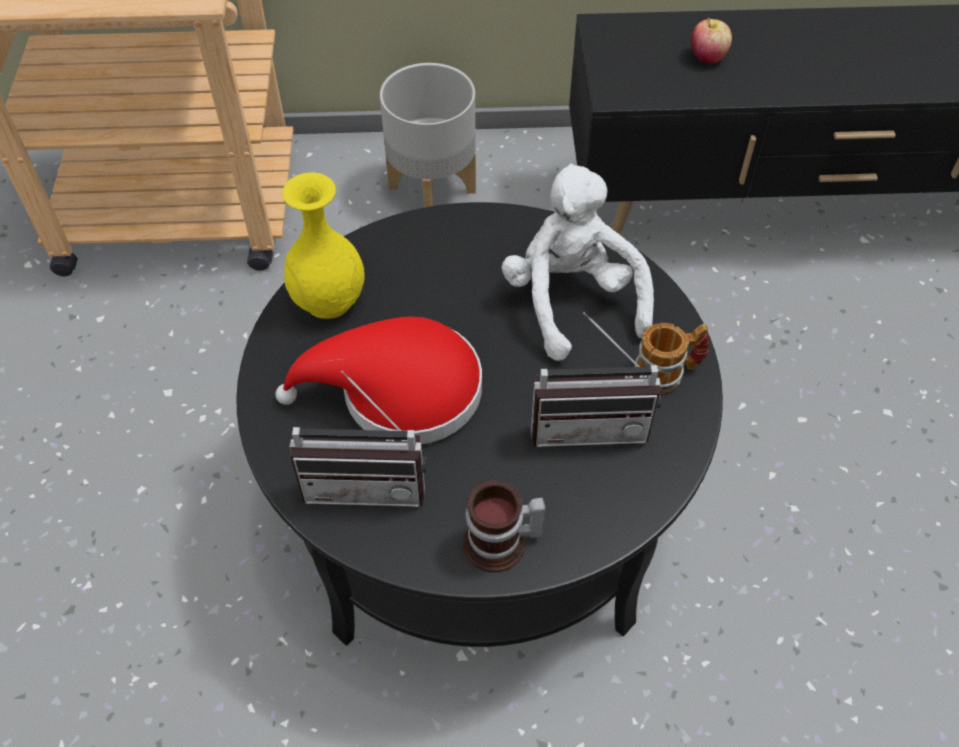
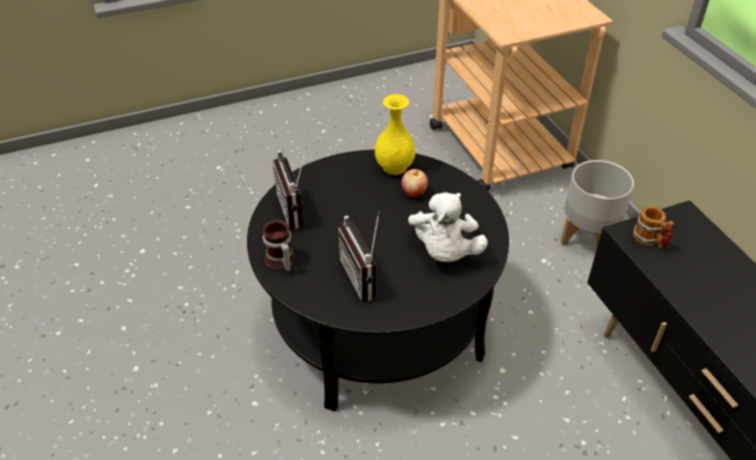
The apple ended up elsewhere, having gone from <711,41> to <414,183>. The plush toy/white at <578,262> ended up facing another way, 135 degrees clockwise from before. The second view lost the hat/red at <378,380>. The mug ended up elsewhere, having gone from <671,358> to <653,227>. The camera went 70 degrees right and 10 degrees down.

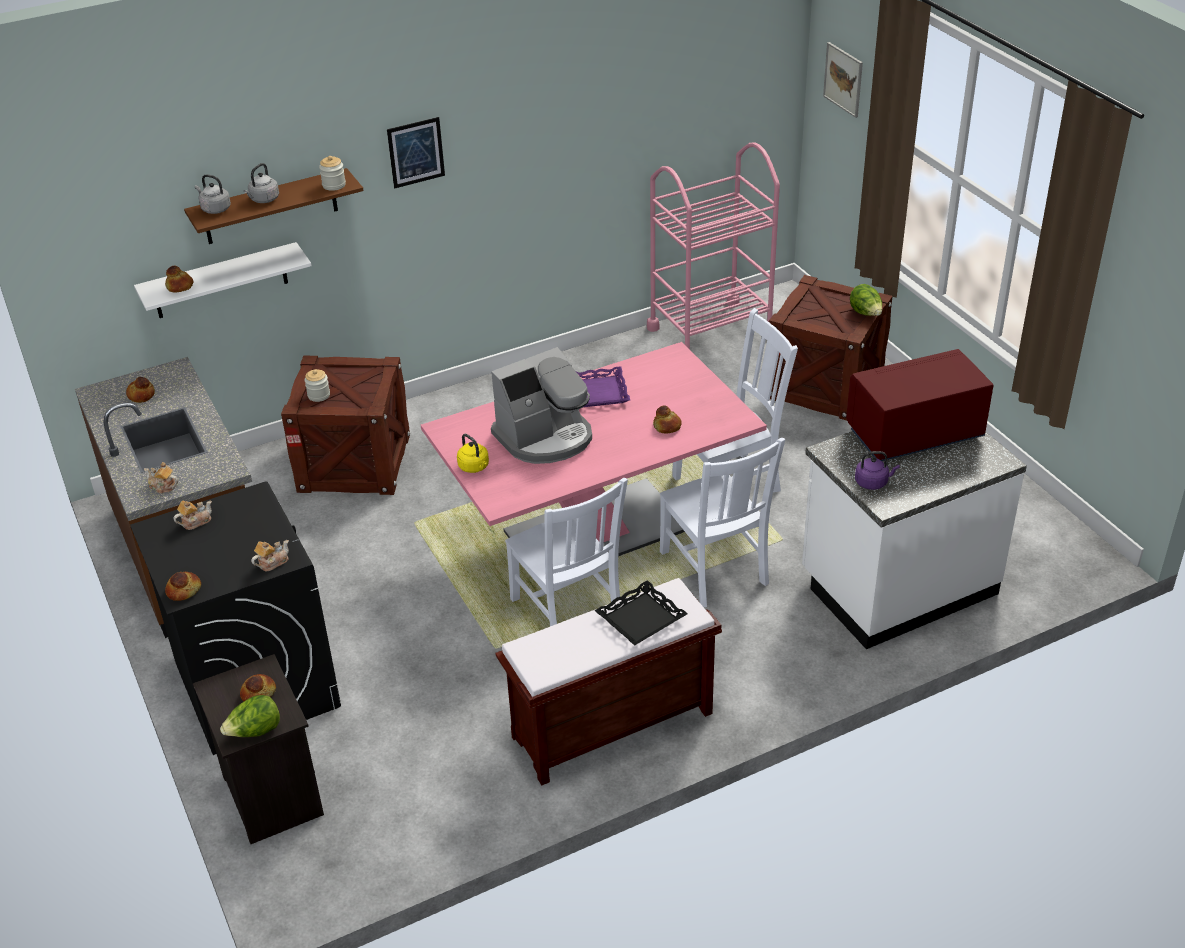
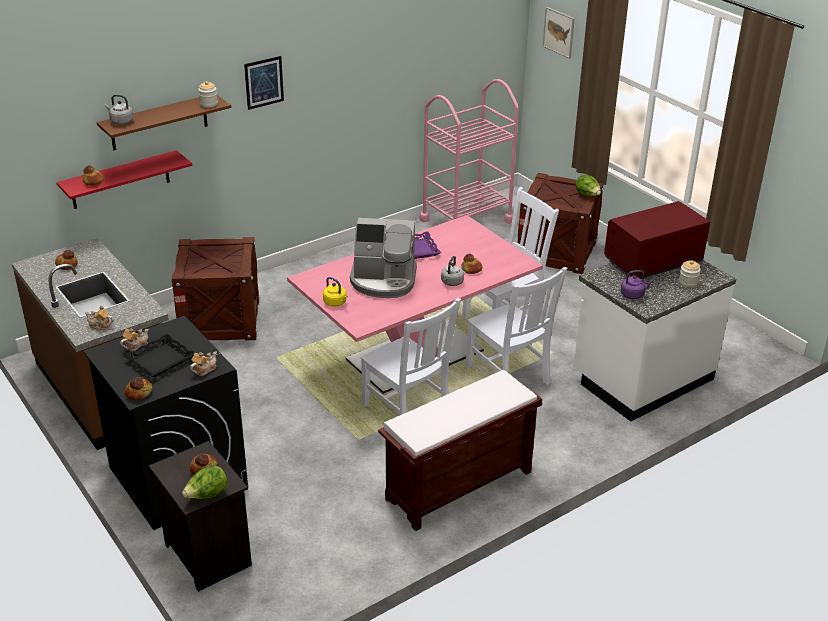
The kettle/grey ended up elsewhere, having gone from <261,183> to <452,271>. What was the shelf/white at <223,280> turned into the shelf/red at <124,179>. The coffee machine at <541,405> ended up facing another way, 45 degrees clockwise from before. The jar ended up elsewhere, having gone from <317,385> to <690,274>. The tray/black ended up elsewhere, having gone from <641,613> to <159,355>. The camera went 10 degrees left and 5 degrees down.

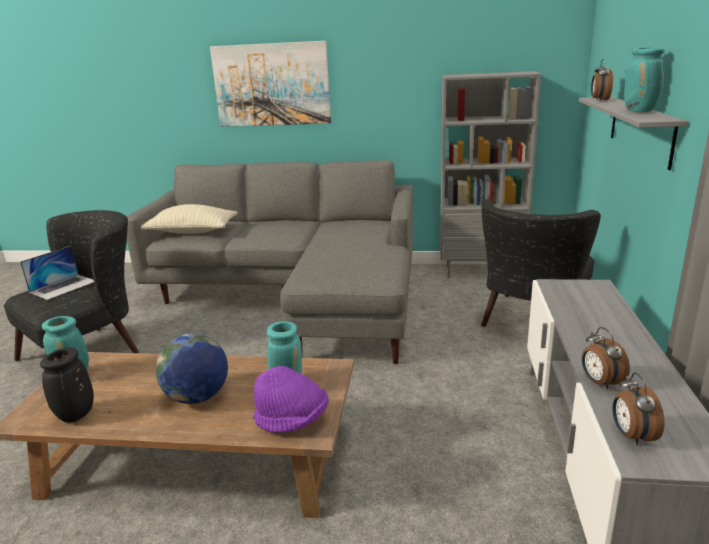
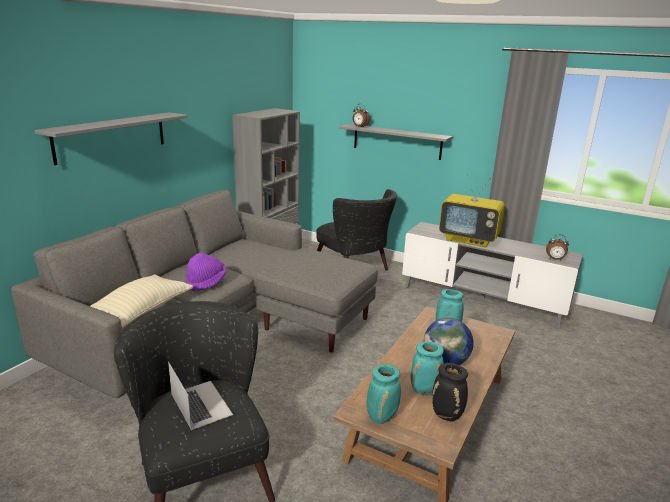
Where the picture hung at <270,84>, the shelf/grey came to hang at <111,138>. The vase/turquoise ended up elsewhere, having gone from <644,80> to <427,368>. The second view lost the alarm clock at <606,358>. The hat/purple ended up elsewhere, having gone from <291,399> to <206,272>. The second view gained the television at <472,210>. The camera went 70 degrees left and 0 degrees up.

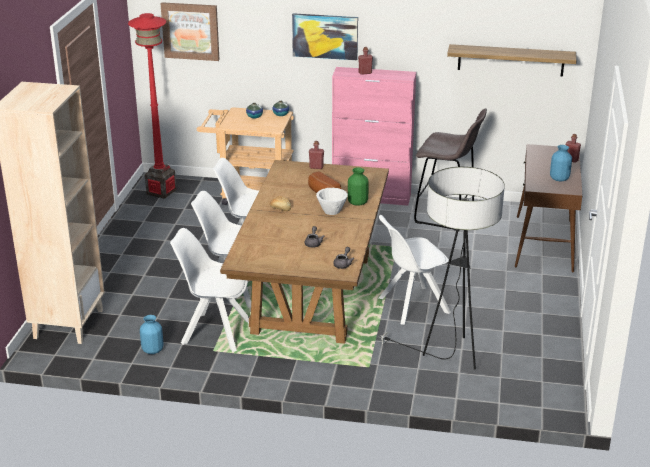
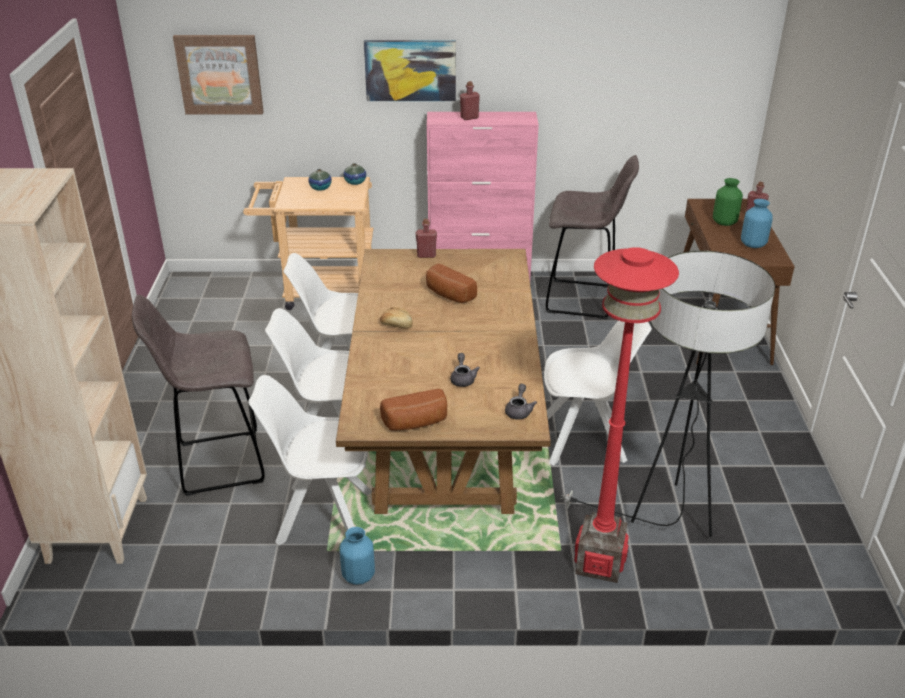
The floor lamp/red ended up elsewhere, having gone from <152,106> to <626,415>. The second view lost the shelf at <512,60>. The vase/green ended up elsewhere, having gone from <358,186> to <728,202>. The second view lost the bowl/white at <332,201>. The chair/white at <415,270> ended up facing another way, 150 degrees counterclockwise from before. The vase/blue ended up elsewhere, having gone from <151,334> to <357,556>. The second view gained the stool/grey at <198,395>. The second view gained the bread at <413,409>. The camera went 10 degrees left and 5 degrees up.

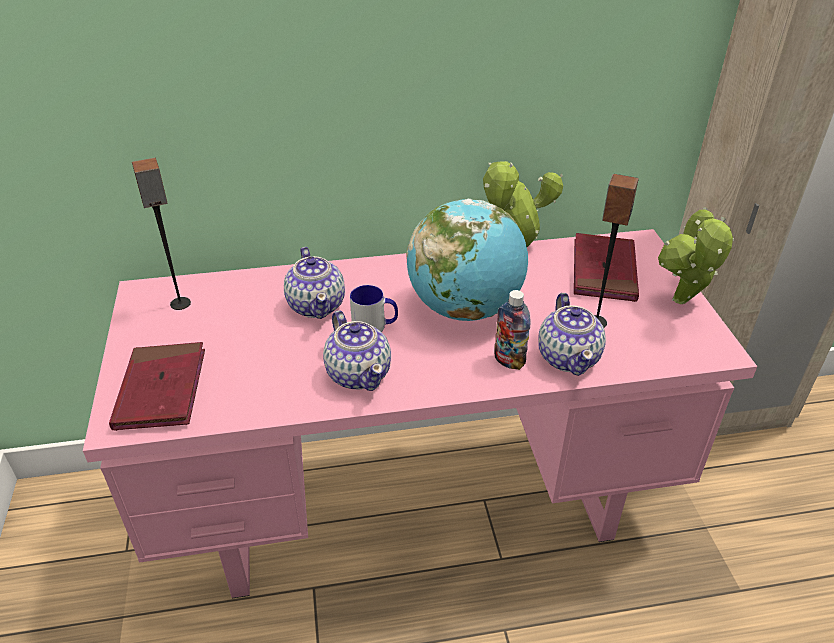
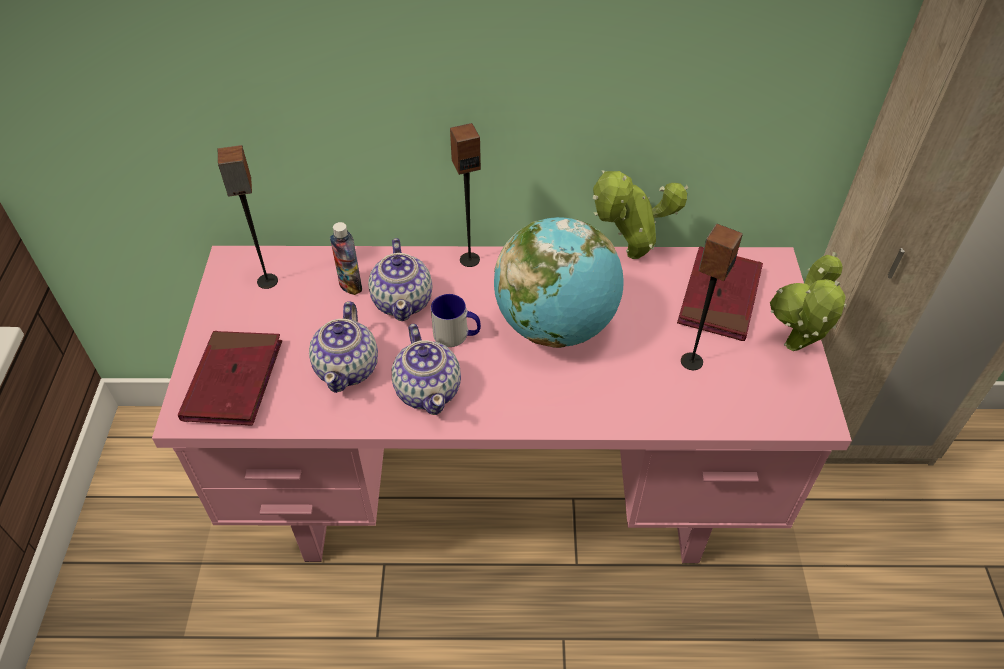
The bottle ended up elsewhere, having gone from <512,330> to <346,258>. The teapot ended up elsewhere, having gone from <572,334> to <343,347>. The second view gained the speaker at <465,195>. The camera went 10 degrees right and 10 degrees up.

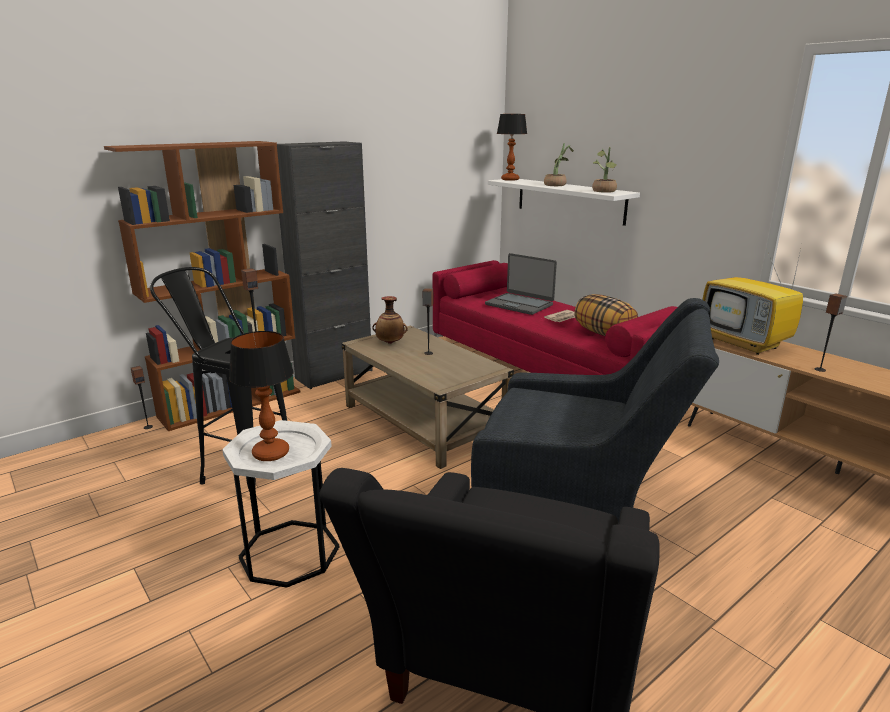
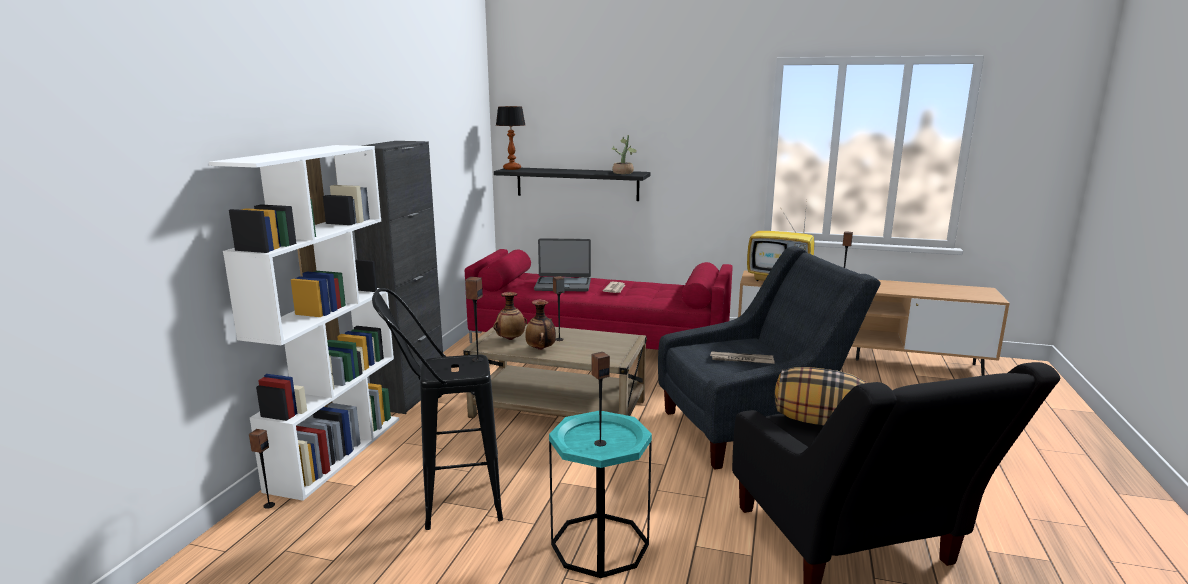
What was the bookcase/brown at <202,286> turned into the bookcase/white at <304,323>. The second view lost the potted plant at <559,164>. What was the shelf/white at <564,202> turned into the shelf/black at <572,184>. The pillow ended up elsewhere, having gone from <606,315> to <820,396>. Where the table lamp stood at <261,396>, the speaker came to stand at <600,399>. What was the side table/white at <280,504> turned into the side table/turquoise at <600,494>. The second view gained the vase at <540,325>. The second view gained the newspaper at <742,357>. The camera went 35 degrees left and 5 degrees down.

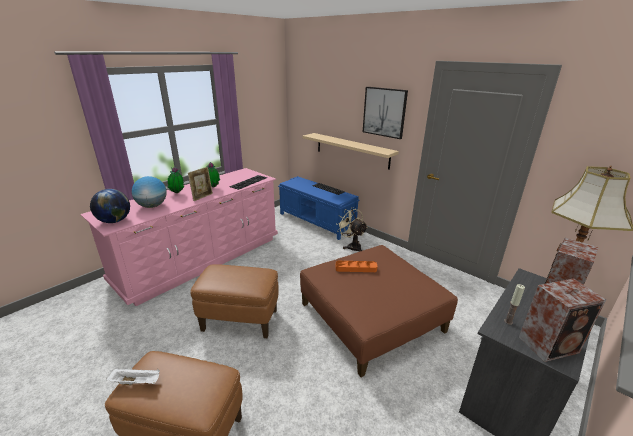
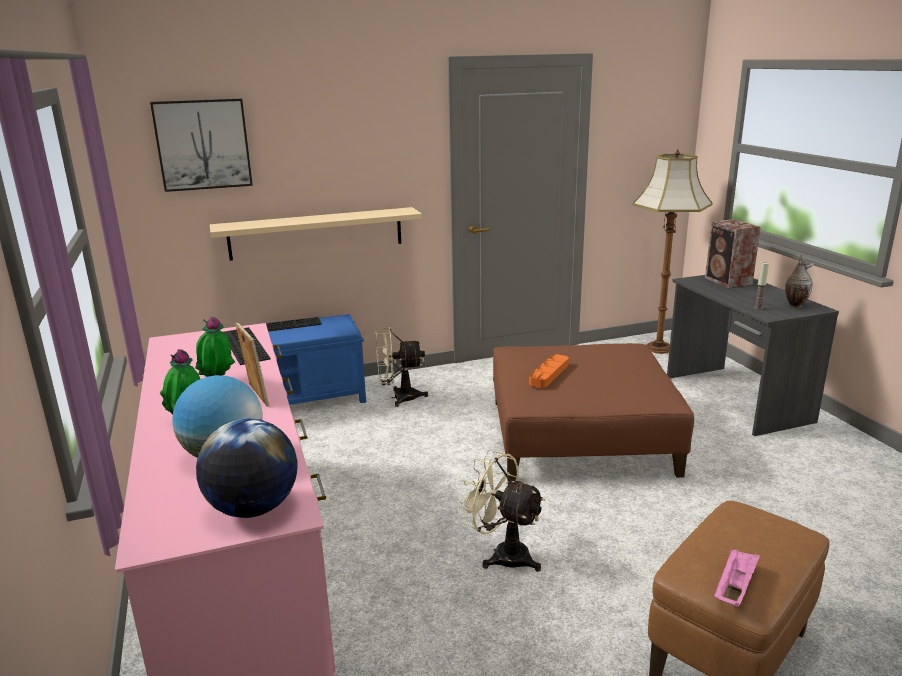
The picture ended up elsewhere, having gone from <385,113> to <201,145>. Where the ottoman/brown stood at <234,301>, the fan/beige came to stand at <501,510>. Where the speaker stood at <562,320>, the vase came to stand at <799,282>. What was the tray/white at <133,377> turned into the tray/pink at <737,577>. The camera went 60 degrees left and 5 degrees down.

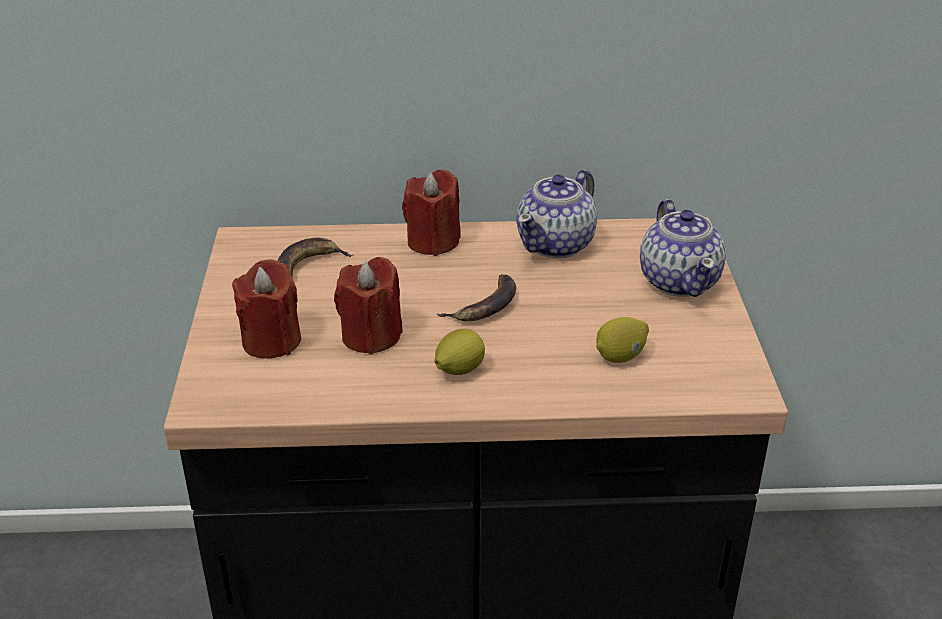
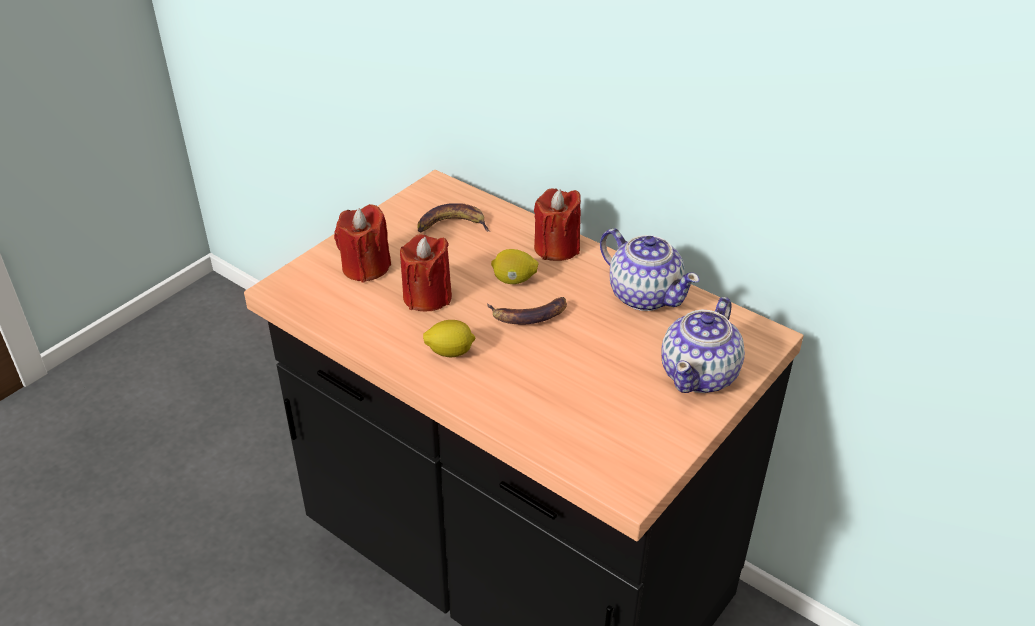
The teapot at <557,214> ended up facing another way, 120 degrees counterclockwise from before. The lemon ended up elsewhere, having gone from <622,340> to <514,266>. The camera went 40 degrees right and 5 degrees up.

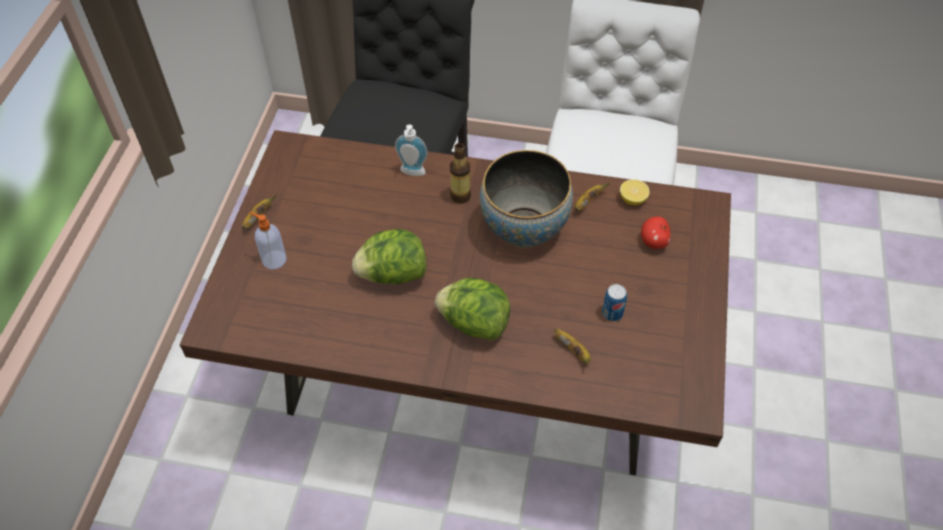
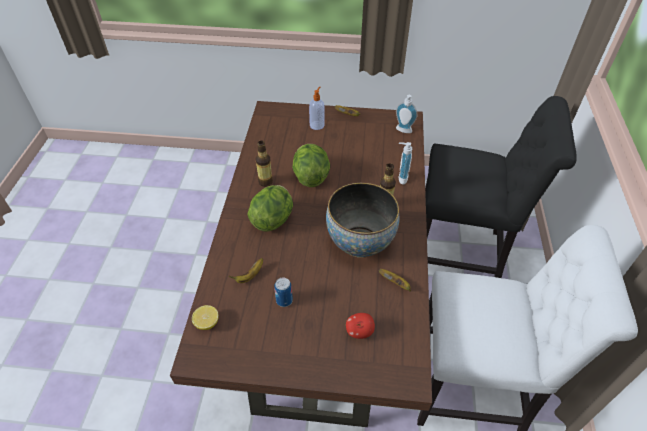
The lemon ended up elsewhere, having gone from <635,192> to <205,317>. The second view gained the soap dispenser at <406,114>. The second view gained the bottle at <264,164>. The camera went 85 degrees right and 5 degrees down.

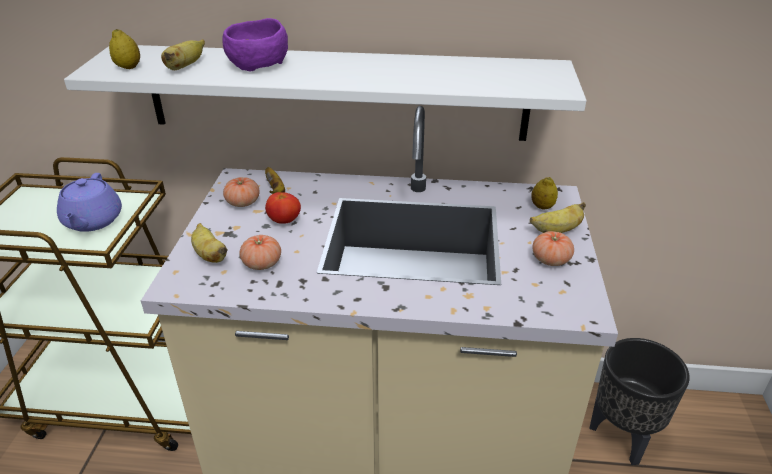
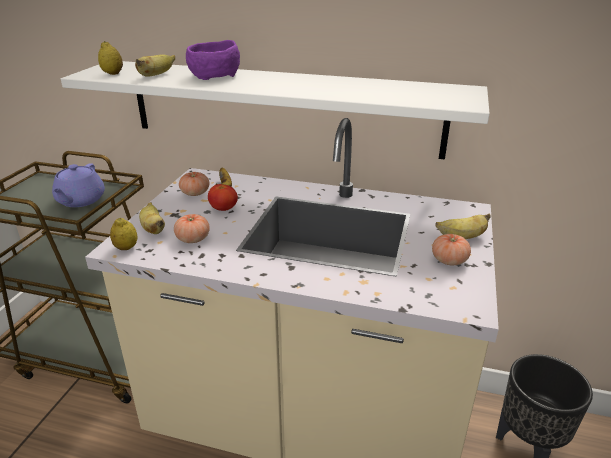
The lemon ended up elsewhere, having gone from <544,193> to <124,234>. The camera went 10 degrees right and 5 degrees down.

